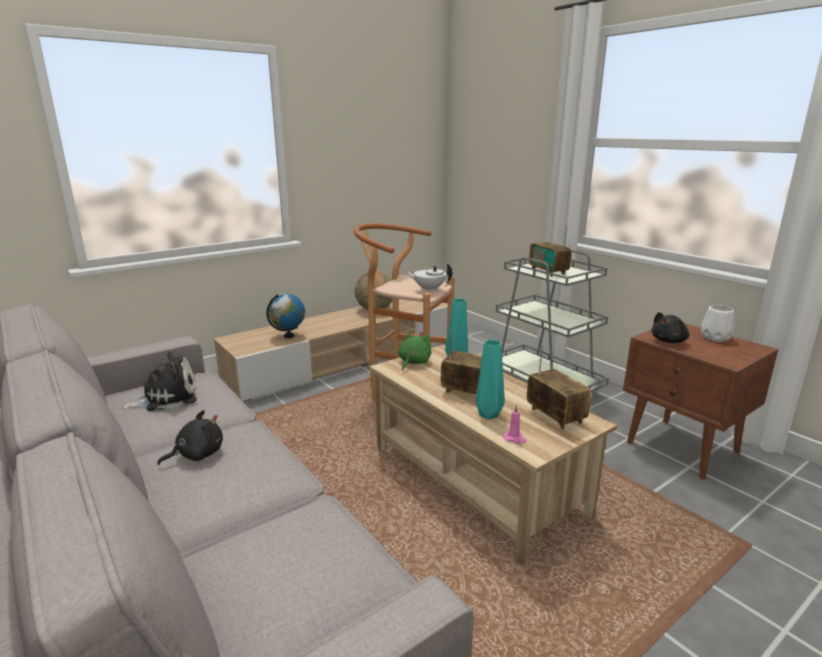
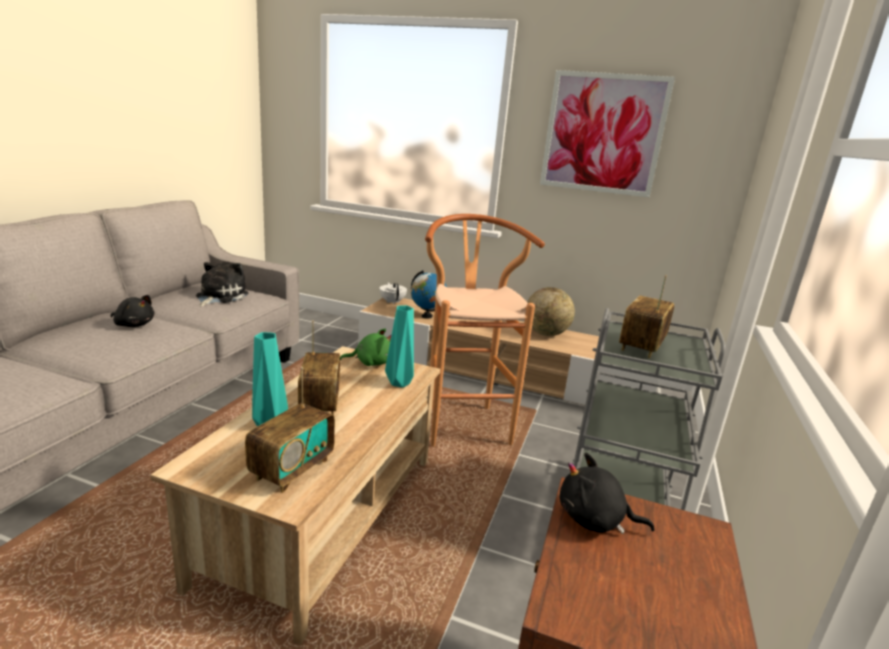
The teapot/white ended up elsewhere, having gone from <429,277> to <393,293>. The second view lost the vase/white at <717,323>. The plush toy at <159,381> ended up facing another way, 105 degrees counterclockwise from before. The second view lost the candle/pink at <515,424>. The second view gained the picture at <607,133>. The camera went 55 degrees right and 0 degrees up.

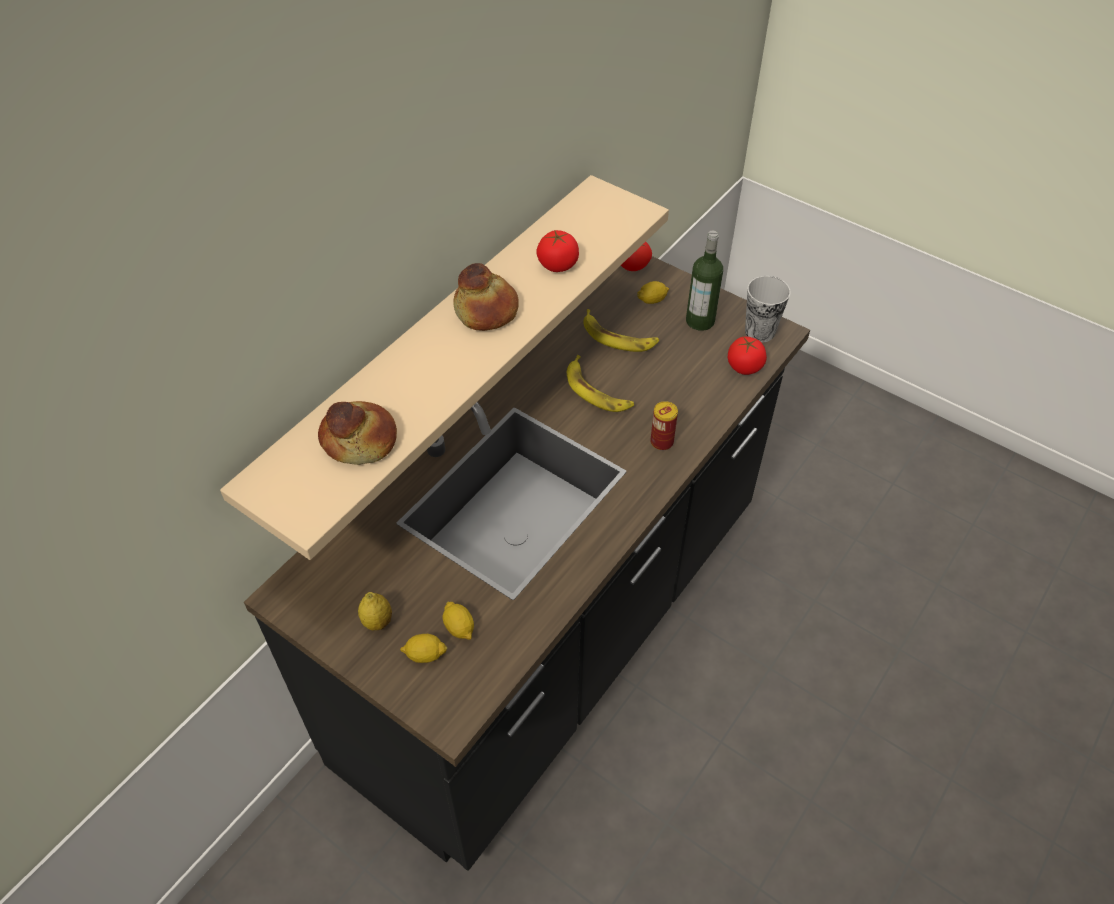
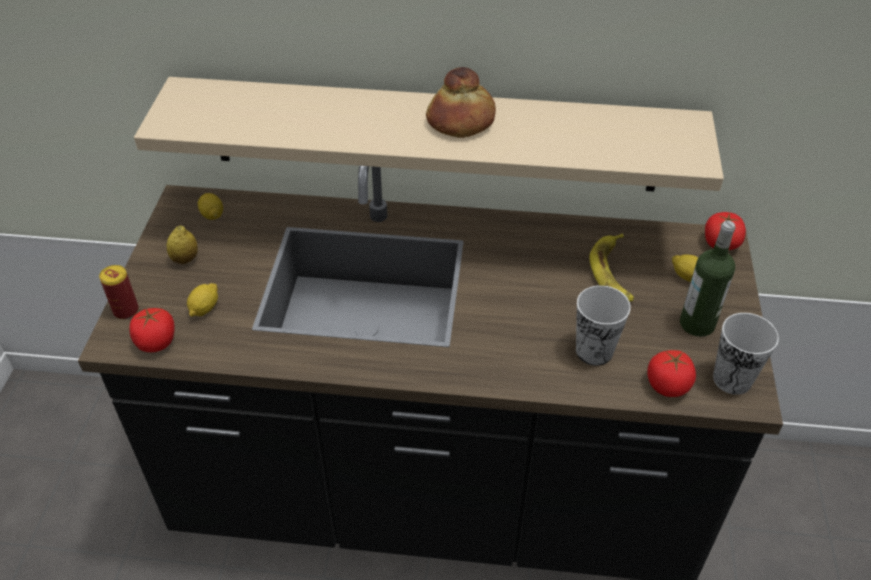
The tomato ended up elsewhere, having gone from <558,251> to <151,330>. The second view lost the banana at <600,383>. The second view lost the bread at <357,433>. The can ended up elsewhere, having gone from <664,426> to <119,292>. The lemon ended up elsewhere, having gone from <424,648> to <210,206>. The second view gained the cup at <603,325>. The camera went 60 degrees right and 5 degrees down.

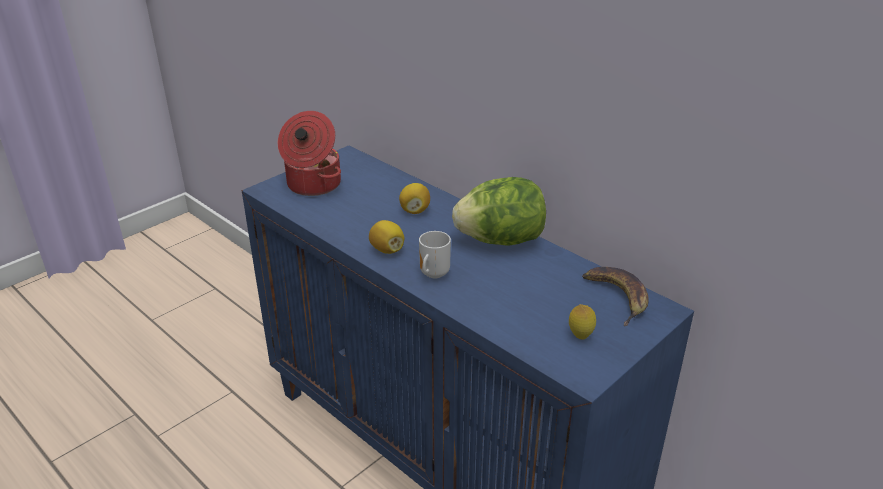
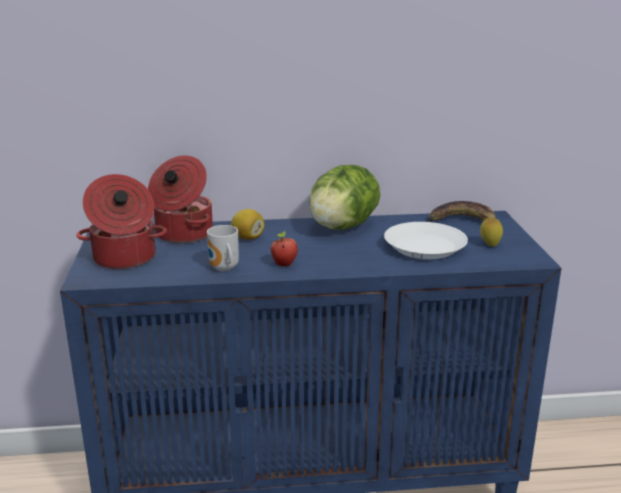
Where the lemon stood at <386,237>, the apple came to stand at <284,248>. The mug ended up elsewhere, having gone from <435,255> to <223,248>. The second view gained the cooking pot at <180,199>. The second view gained the plate/white at <426,240>. The camera went 50 degrees left and 10 degrees down.

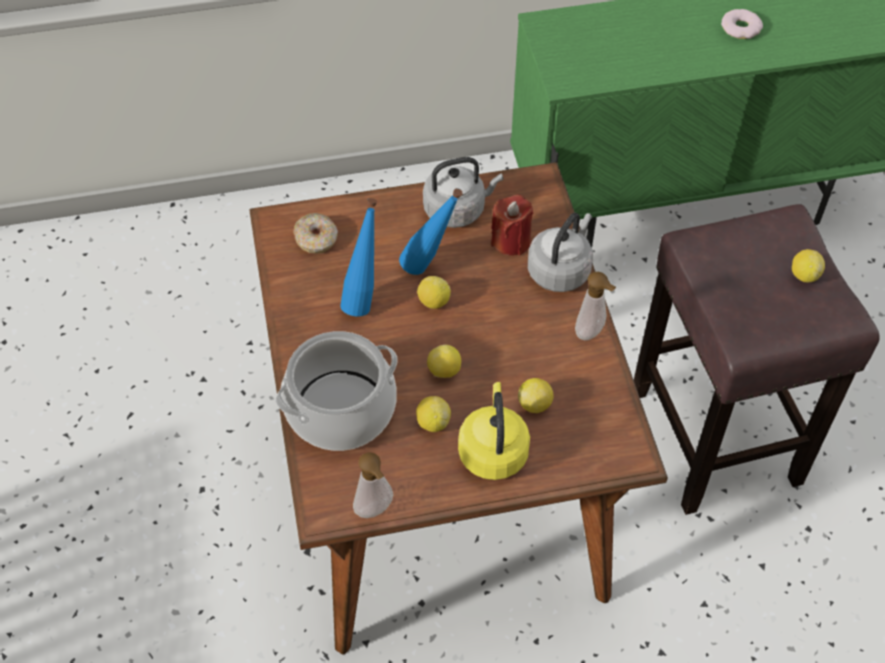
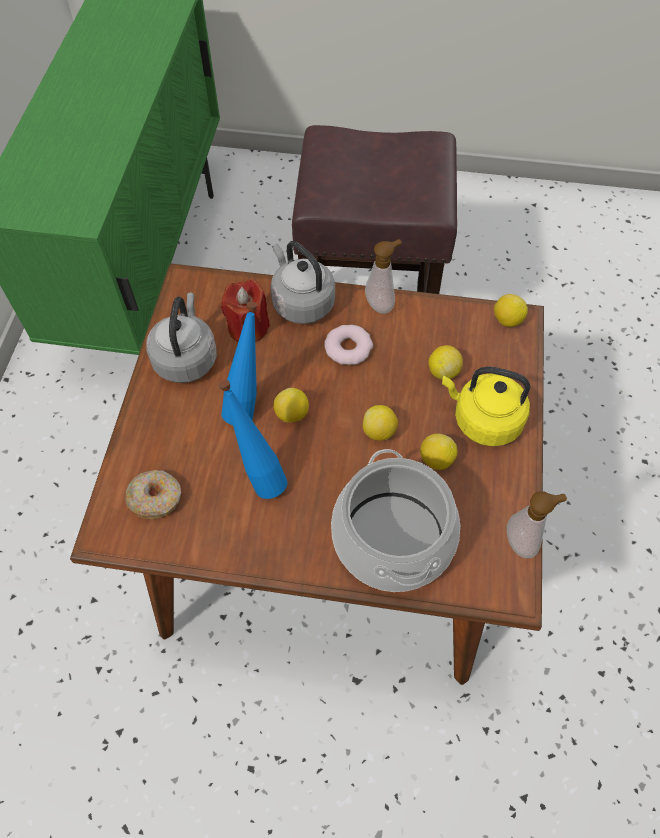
The donut ended up elsewhere, having gone from <742,24> to <348,345>. The lemon ended up elsewhere, having gone from <808,265> to <511,310>. The camera went 70 degrees left and 5 degrees up.

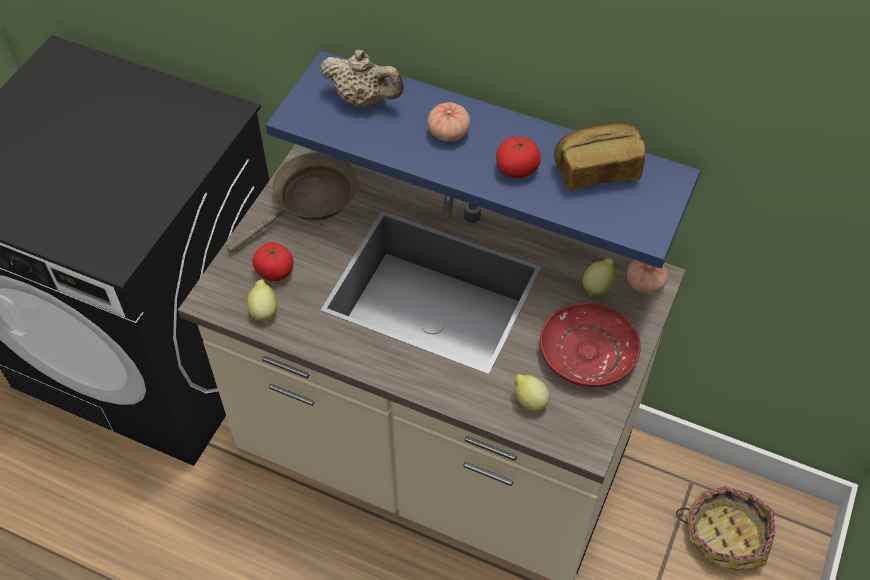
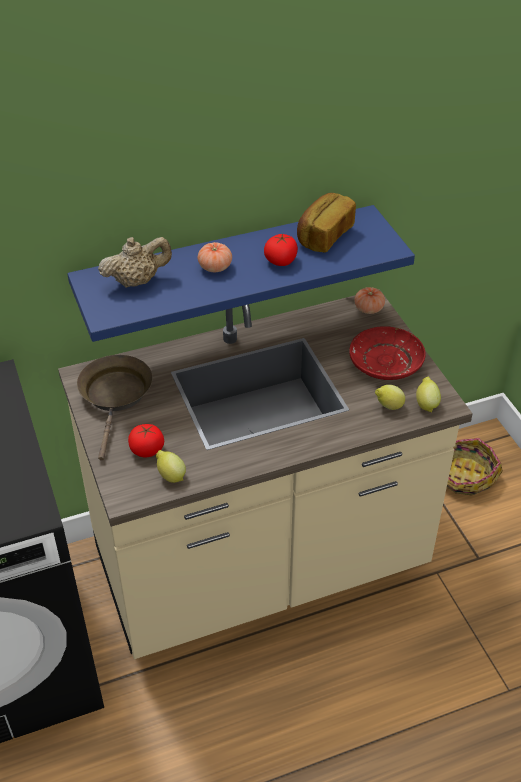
The lemon ended up elsewhere, having gone from <599,277> to <428,395>. The camera went 45 degrees left and 10 degrees down.

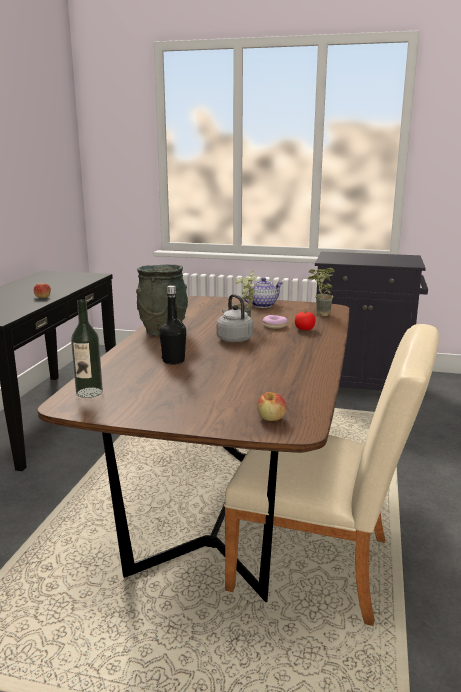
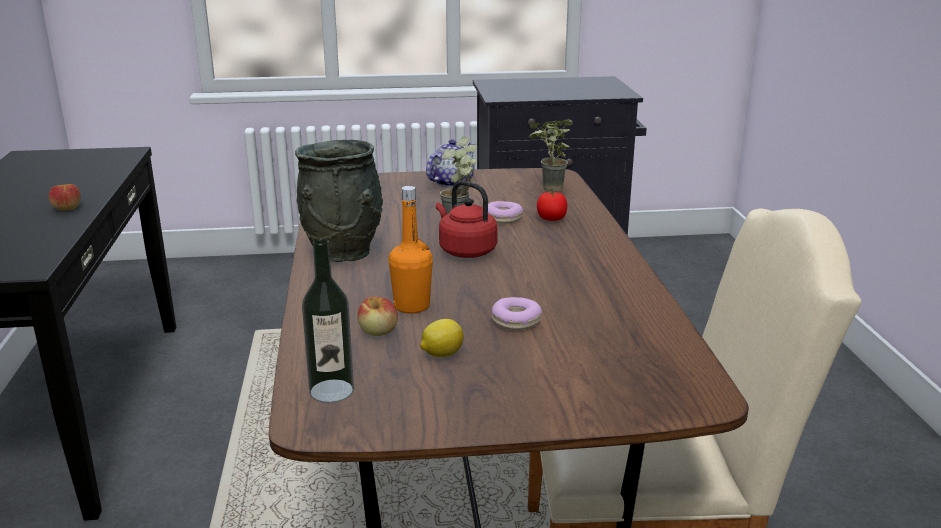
What was the bottle/black at <172,325> turned into the bottle/orange at <410,250>. What was the kettle/grey at <234,318> turned into the kettle/red at <467,219>. The apple ended up elsewhere, having gone from <271,406> to <377,316>. The second view gained the donut at <517,313>. The second view gained the lemon at <442,338>. The camera went 20 degrees left and 5 degrees up.

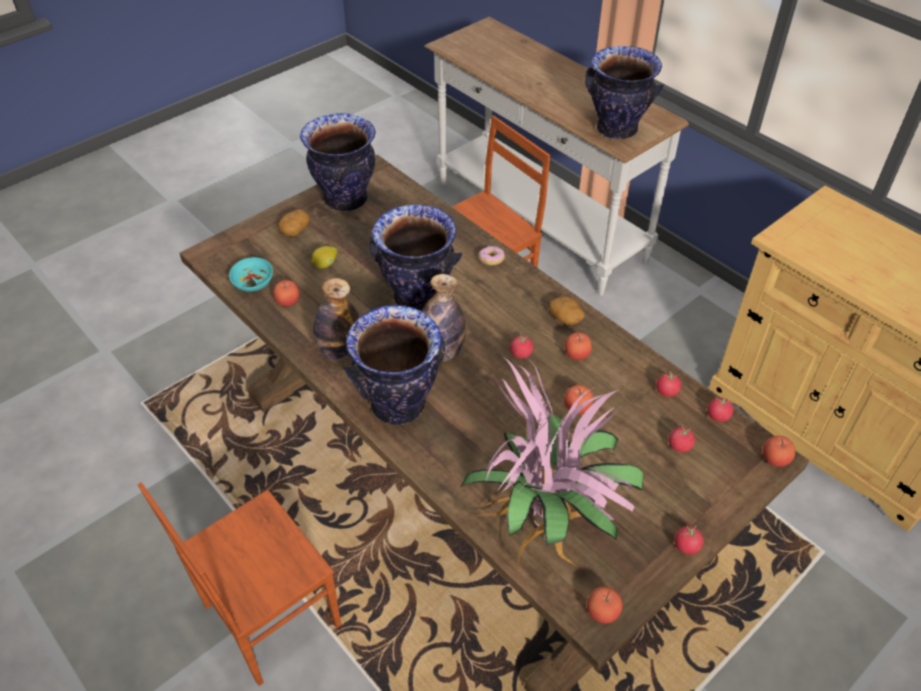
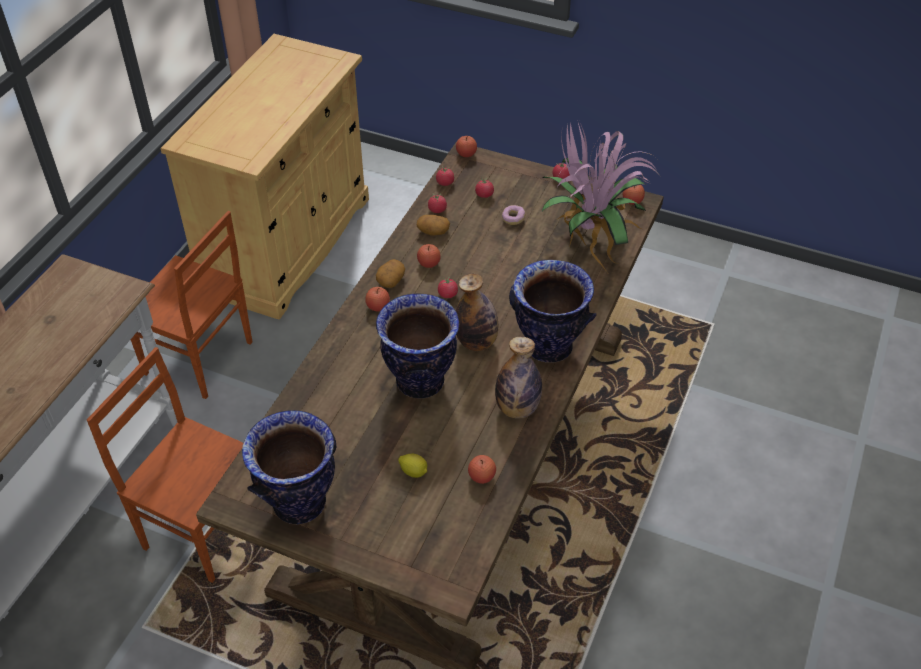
The second view lost the vase at <624,92>. The potato ended up elsewhere, having gone from <294,223> to <433,225>. The donut ended up elsewhere, having gone from <492,256> to <514,215>. The second view lost the bowl/turquoise at <251,274>. The apple ended up elsewhere, having gone from <579,400> to <377,299>. The chair/brown ended up elsewhere, having gone from <239,584> to <191,305>. The camera went 115 degrees left and 0 degrees up.

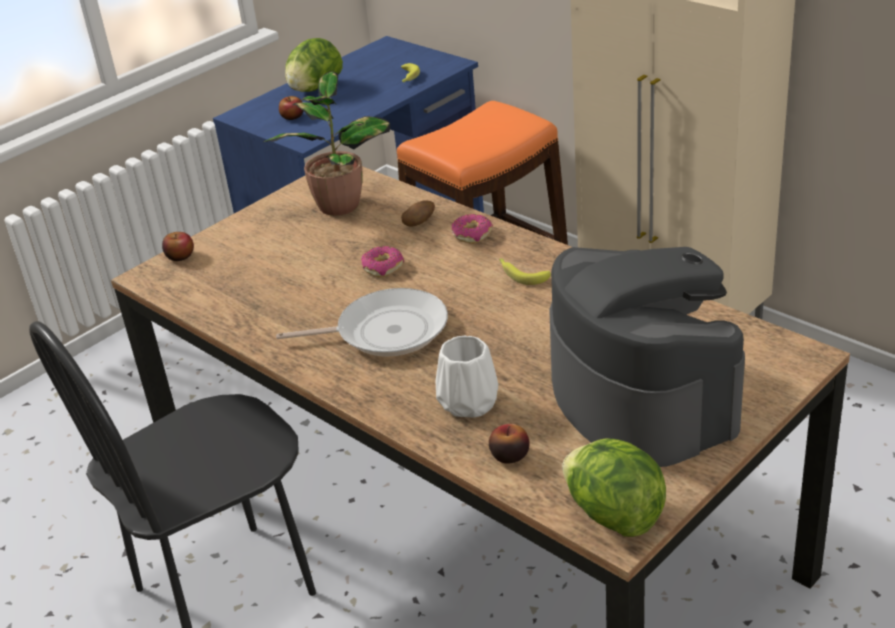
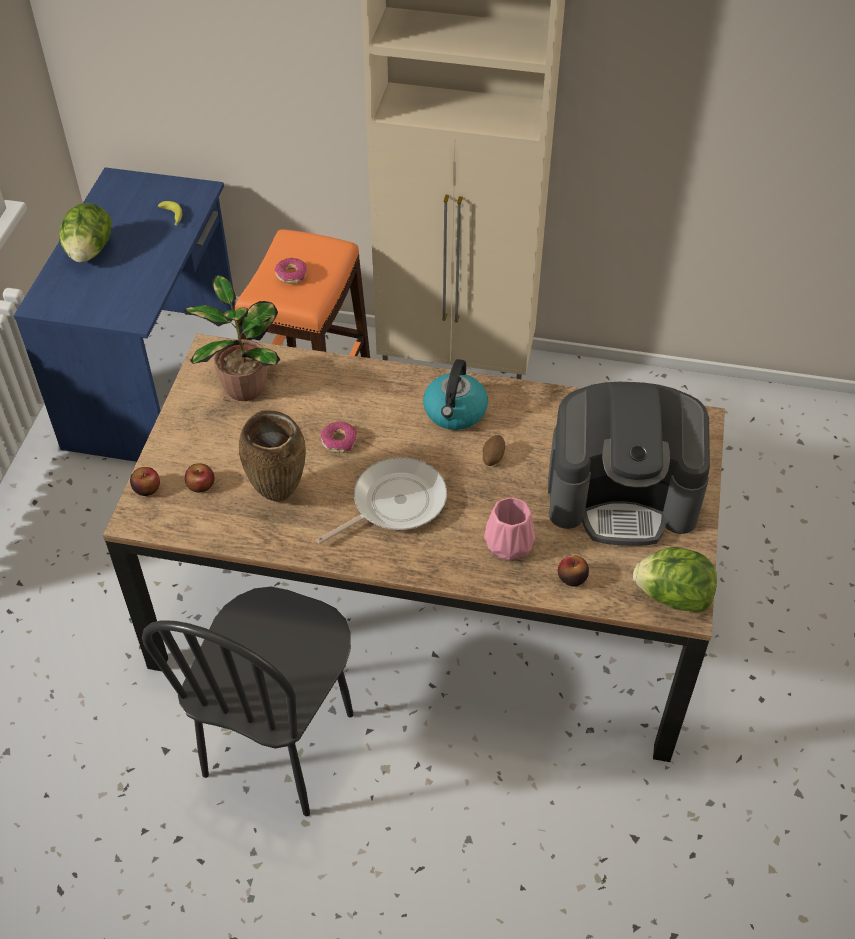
The apple ended up elsewhere, having gone from <291,108> to <199,478>. The potato ended up elsewhere, having gone from <418,213> to <494,450>. The donut ended up elsewhere, having gone from <472,229> to <291,270>. The coffee machine at <647,357> ended up facing another way, 150 degrees clockwise from before. Where the banana stood at <525,272>, the kettle came to stand at <455,394>. What was the vase/white at <467,377> turned into the vase/pink at <509,529>. The second view gained the vase/brown at <272,456>. The camera went 35 degrees left and 15 degrees up.

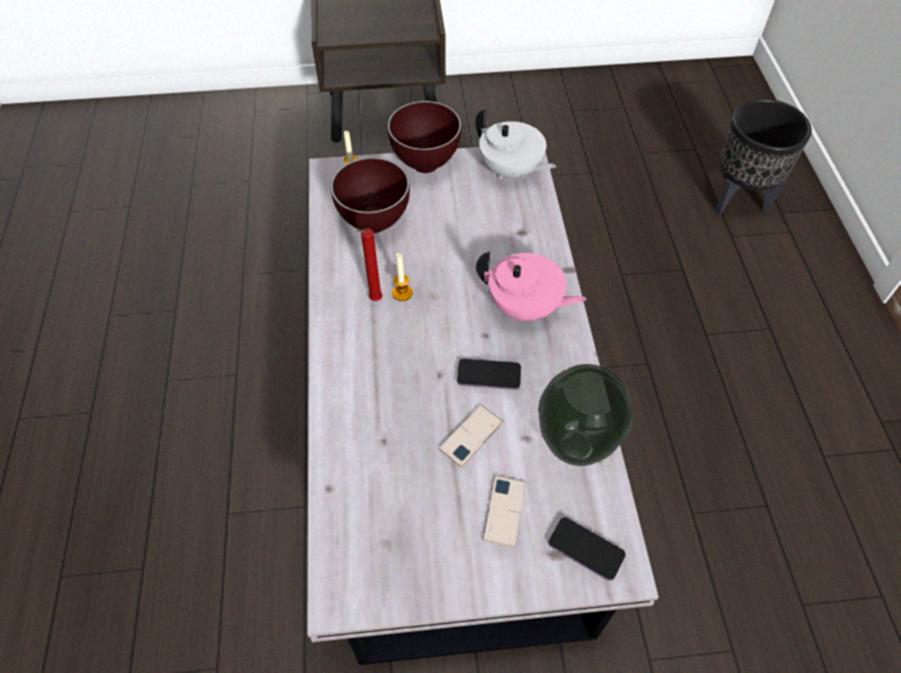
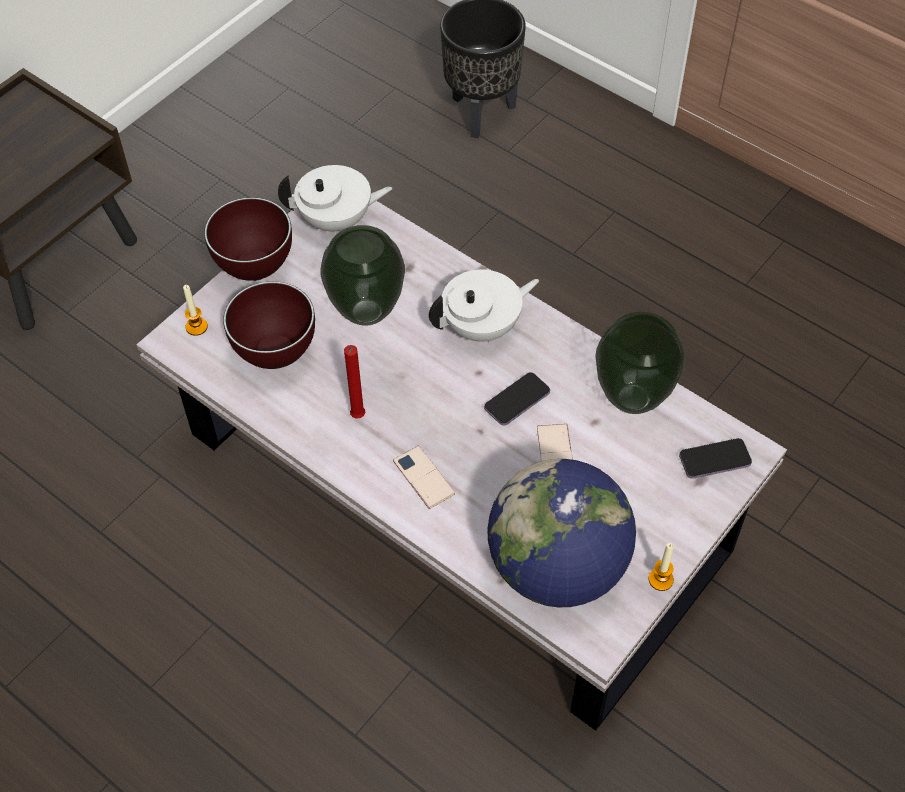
What was the teapot/pink at <531,286> turned into the teapot/white at <484,306>. The candle ended up elsewhere, having gone from <402,277> to <661,567>. The phone ended up elsewhere, having gone from <504,511> to <424,477>. The second view gained the vase at <362,275>. The second view gained the globe at <561,533>. The camera went 45 degrees left and 0 degrees up.

